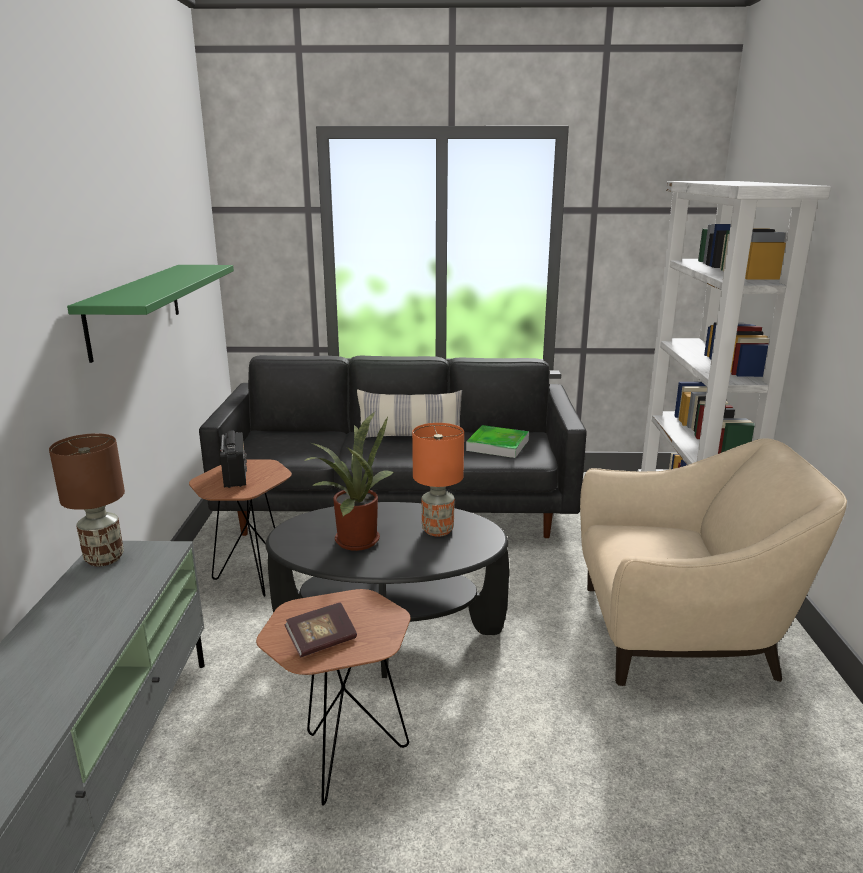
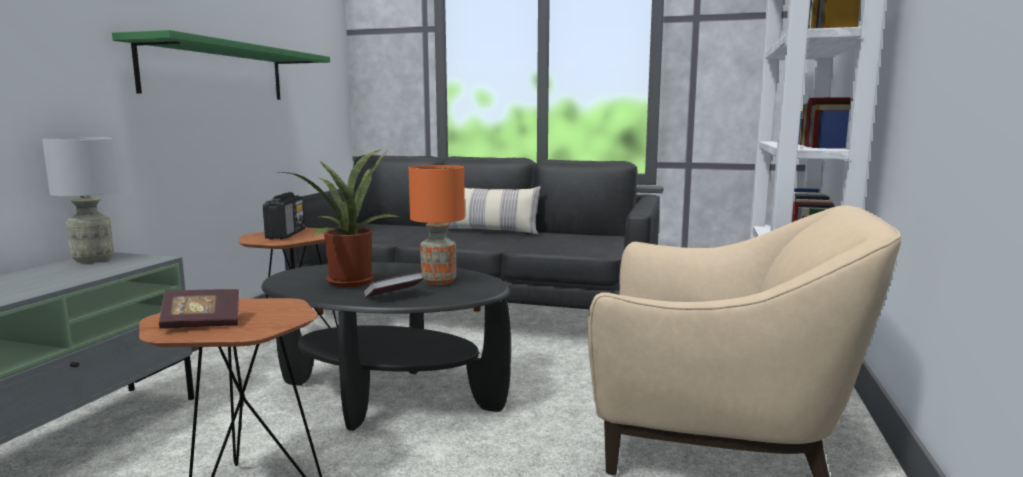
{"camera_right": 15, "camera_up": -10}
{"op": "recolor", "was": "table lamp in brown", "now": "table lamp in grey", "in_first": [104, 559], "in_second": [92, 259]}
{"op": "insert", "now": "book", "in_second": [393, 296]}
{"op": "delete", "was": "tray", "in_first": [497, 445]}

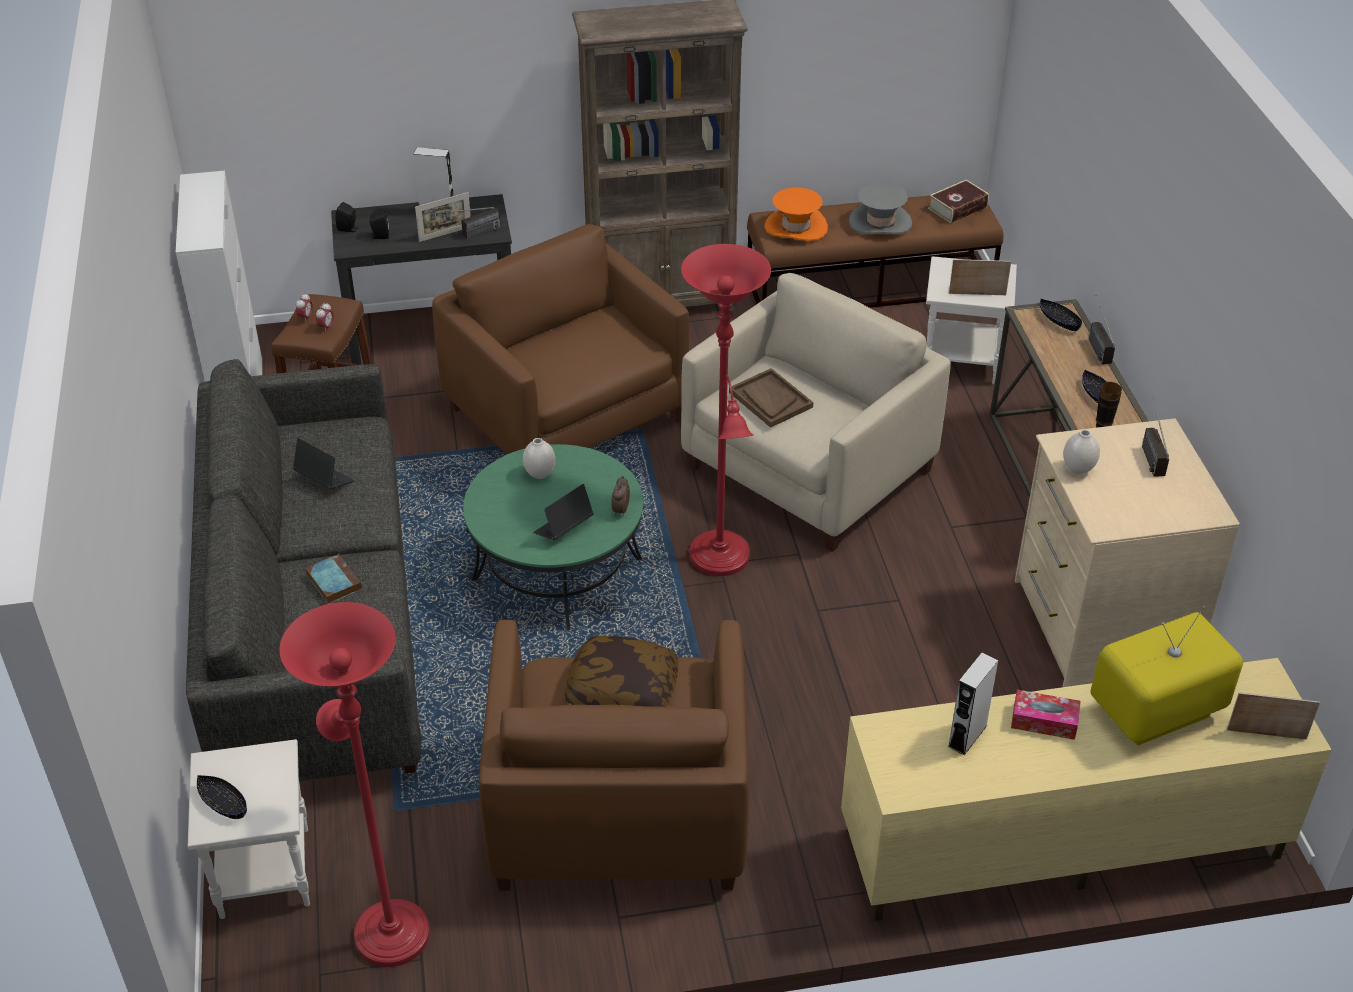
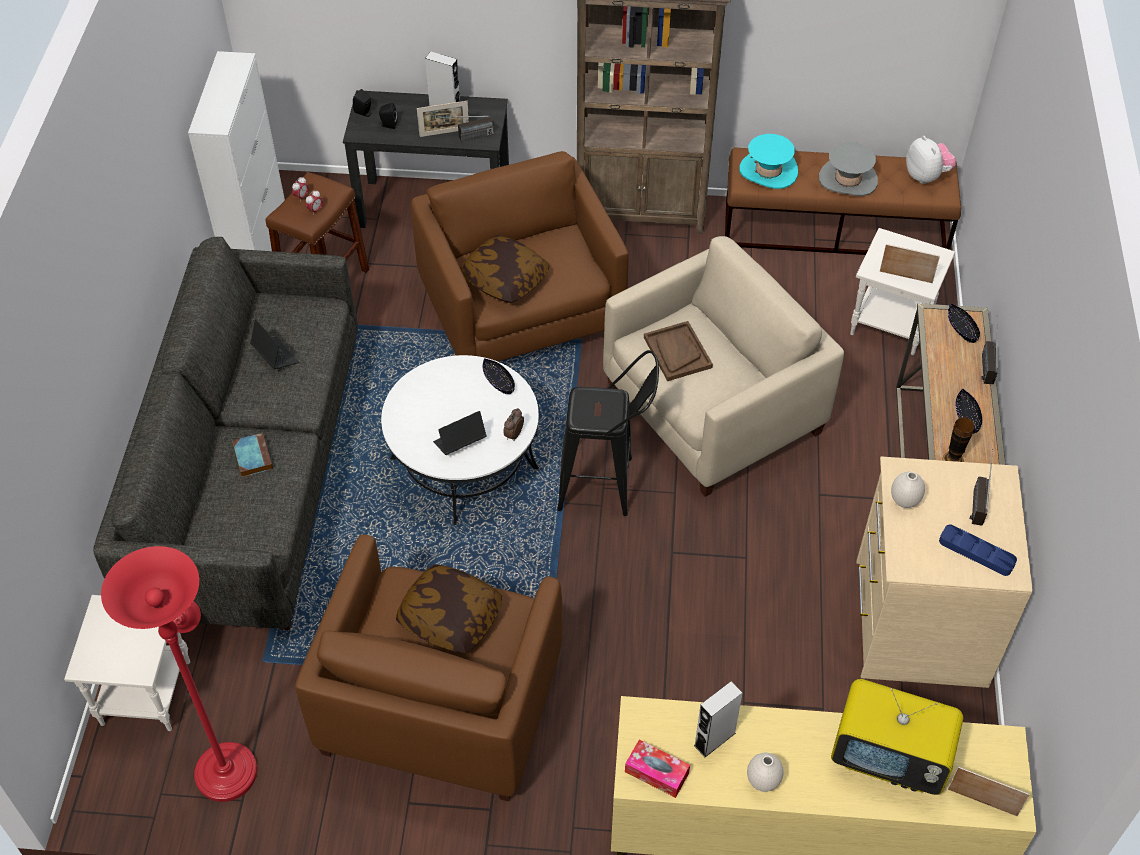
{"camera_right": 15, "camera_up": 10}
{"op": "recolor", "was": "coffee table in green", "now": "coffee table in white", "in_first": [557, 570], "in_second": [464, 464]}
{"op": "insert", "now": "pillow", "in_second": [504, 279]}
{"op": "move", "was": "bowl in black", "in_first": [223, 803], "in_second": [498, 381]}
{"op": "replace", "was": "floor lamp in red", "now": "stool in black", "in_first": [721, 561], "in_second": [605, 485]}
{"op": "move", "was": "tissue box", "in_first": [1044, 721], "in_second": [656, 772]}
{"op": "recolor", "was": "hat in orange", "now": "hat in turquoise", "in_first": [795, 227], "in_second": [768, 171]}
{"op": "move", "was": "vase in white", "in_first": [539, 474], "in_second": [762, 782]}
{"op": "rotate", "was": "television", "in_first": [1156, 714], "in_second": [890, 757], "clockwise": -150}
{"op": "replace", "was": "book", "now": "plush toy", "in_first": [957, 208], "in_second": [926, 176]}
{"op": "insert", "now": "tray in blue", "in_second": [976, 552]}

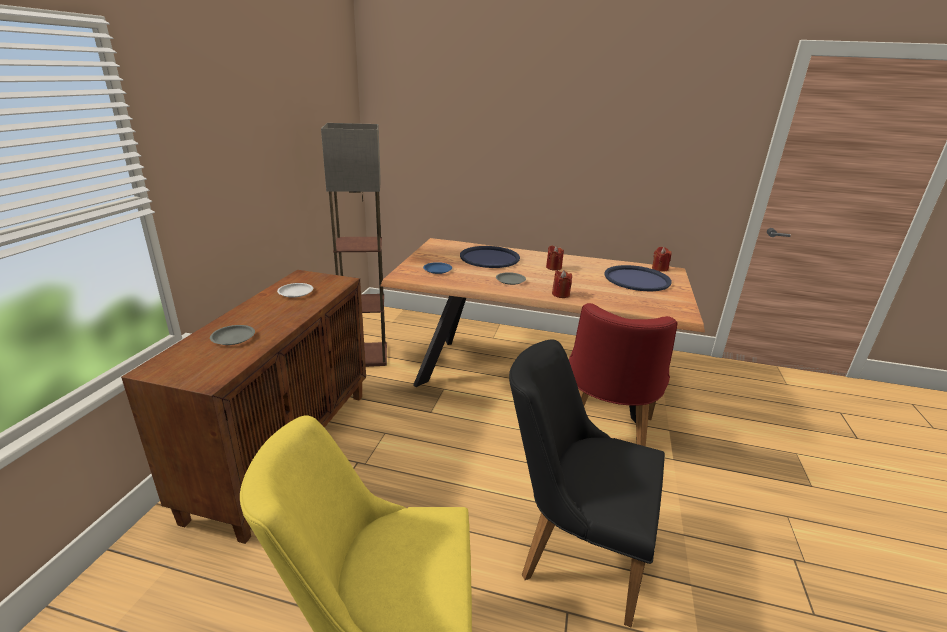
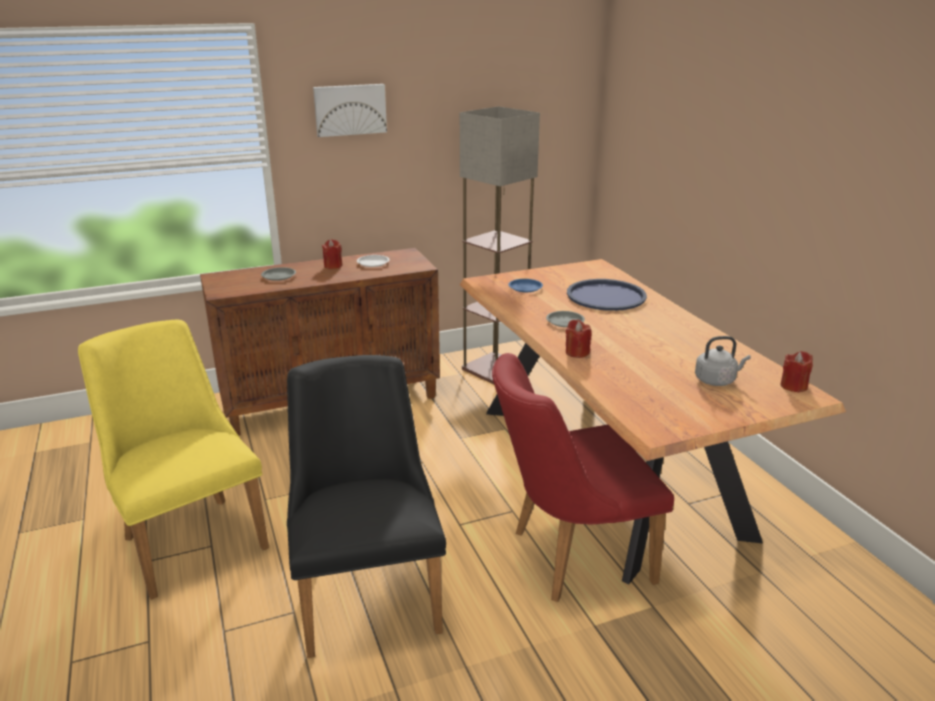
{"camera_right": 55, "camera_up": 0}
{"op": "insert", "now": "picture", "in_second": [350, 109]}
{"op": "move", "was": "candle in red", "in_first": [553, 267], "in_second": [333, 266]}
{"op": "replace", "was": "tray in blue", "now": "kettle in grey", "in_first": [636, 279], "in_second": [717, 380]}

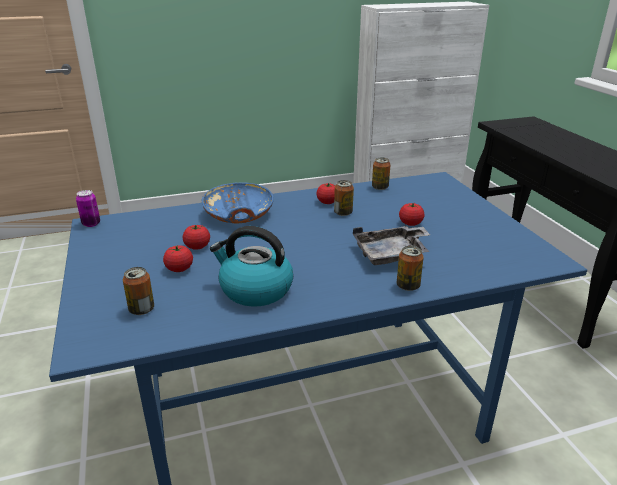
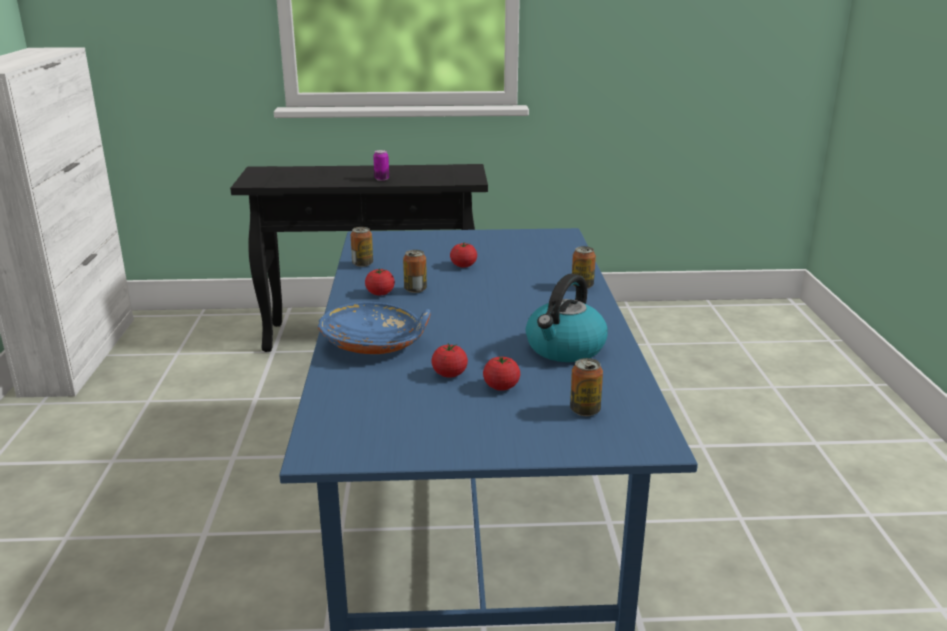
{"camera_right": -75, "camera_up": -5}
{"op": "move", "was": "can", "in_first": [91, 224], "in_second": [382, 179]}
{"op": "delete", "was": "tray in grey", "in_first": [391, 254]}

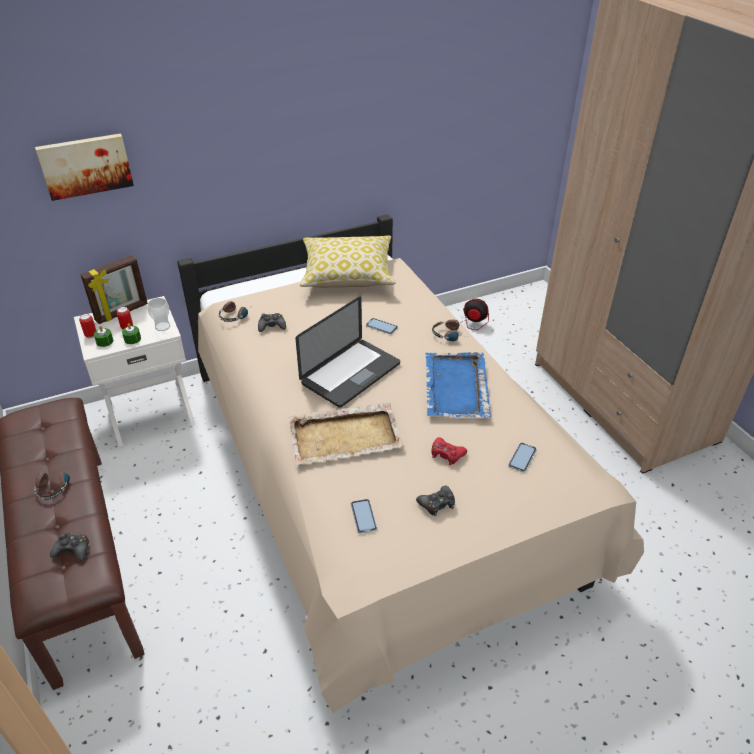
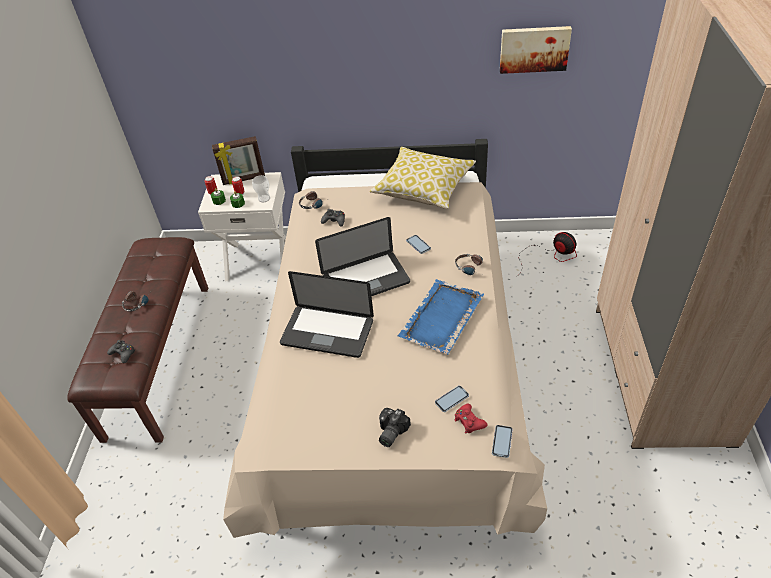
{"camera_right": 30, "camera_up": 5}
{"op": "replace", "was": "tray in beige", "now": "laptop", "in_first": [346, 436], "in_second": [327, 332]}
{"op": "insert", "now": "photo camera", "in_second": [390, 432]}
{"op": "move", "was": "game controller in red", "in_first": [447, 454], "in_second": [469, 421]}
{"op": "move", "was": "phone", "in_first": [363, 517], "in_second": [502, 441]}
{"op": "move", "was": "picture", "in_first": [85, 165], "in_second": [534, 49]}
{"op": "delete", "was": "game controller in black", "in_first": [437, 504]}

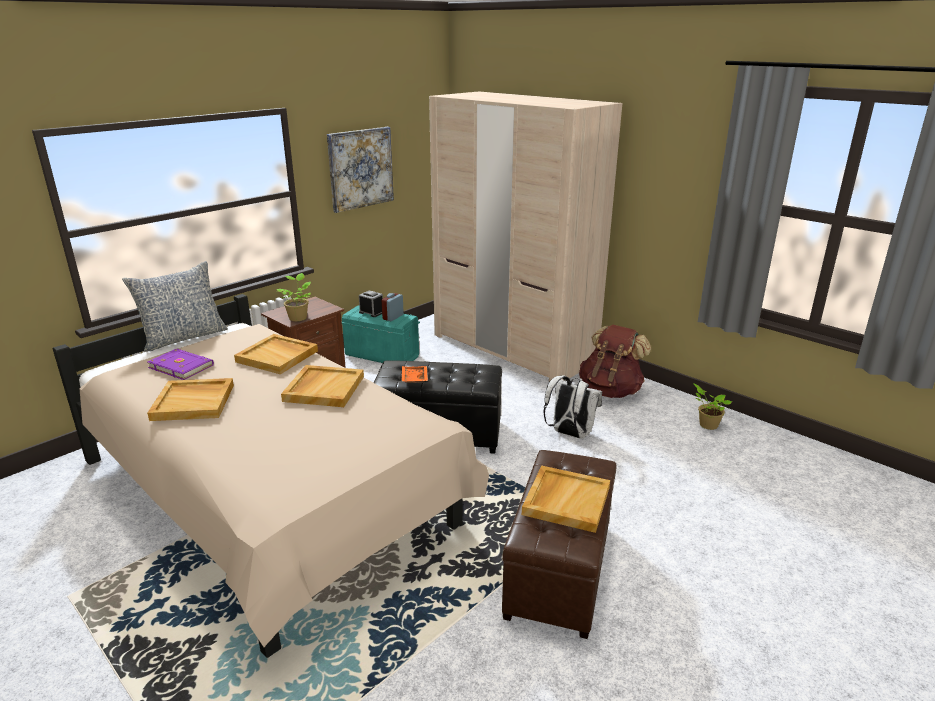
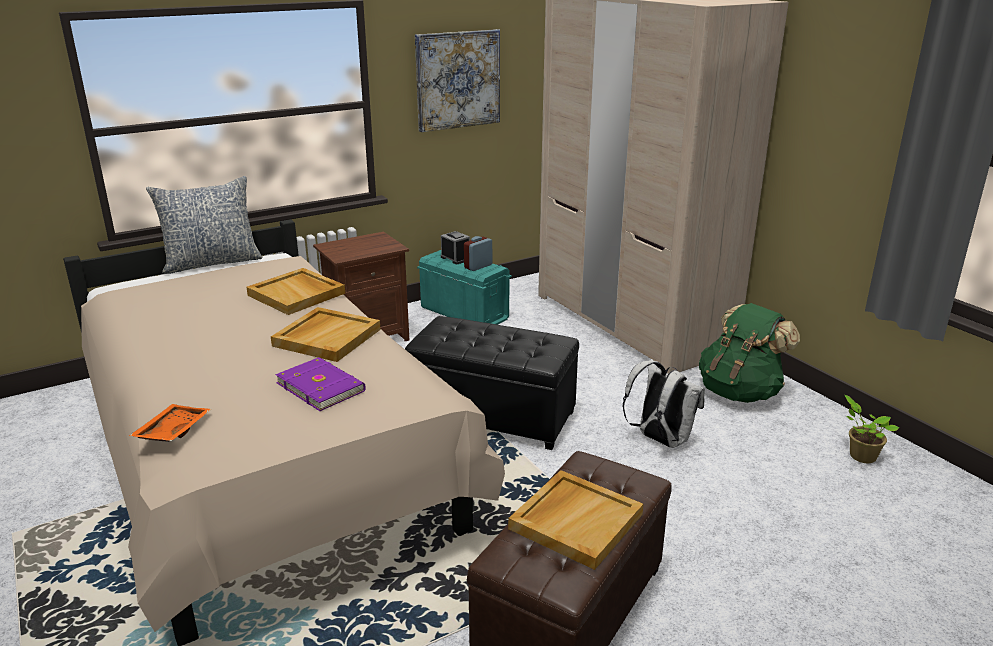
{"camera_right": 15, "camera_up": 0}
{"op": "move", "was": "tray in orange", "in_first": [413, 379], "in_second": [172, 431]}
{"op": "move", "was": "book in purple", "in_first": [181, 366], "in_second": [321, 386]}
{"op": "recolor", "was": "backpack in brown", "now": "backpack in green", "in_first": [610, 390], "in_second": [740, 392]}
{"op": "delete", "was": "tray in beige", "in_first": [194, 402]}
{"op": "delete", "was": "potted plant", "in_first": [298, 317]}

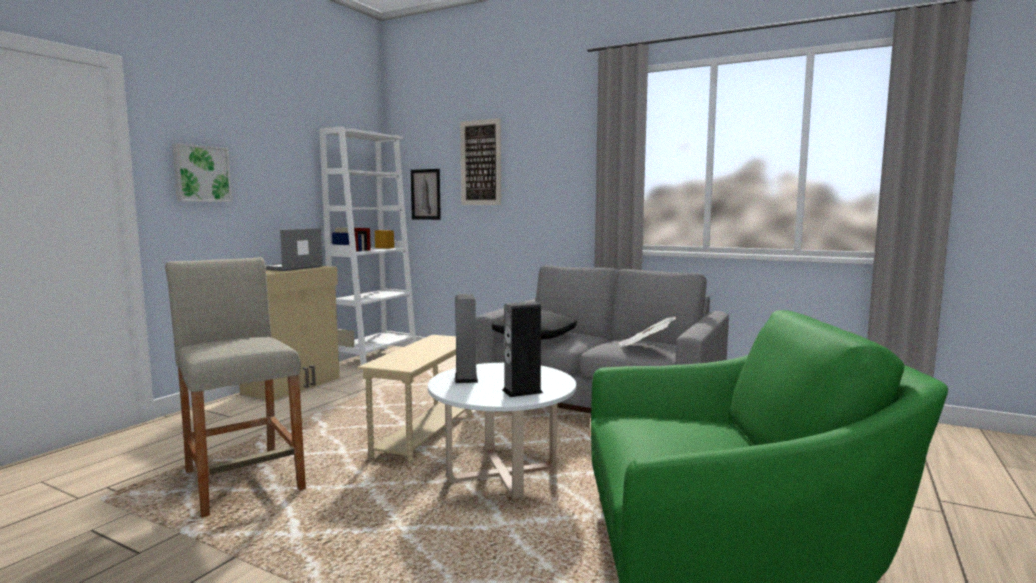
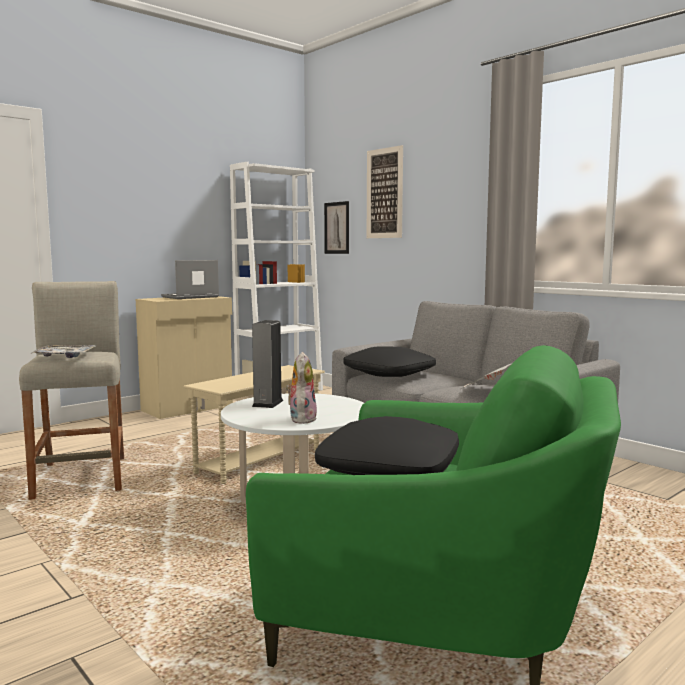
{"camera_right": 20, "camera_up": 0}
{"op": "insert", "now": "tray", "in_second": [65, 356]}
{"op": "replace", "was": "speaker", "now": "plush toy", "in_first": [522, 391], "in_second": [301, 419]}
{"op": "insert", "now": "pillow in black", "in_second": [390, 467]}
{"op": "delete", "was": "picture", "in_first": [201, 174]}

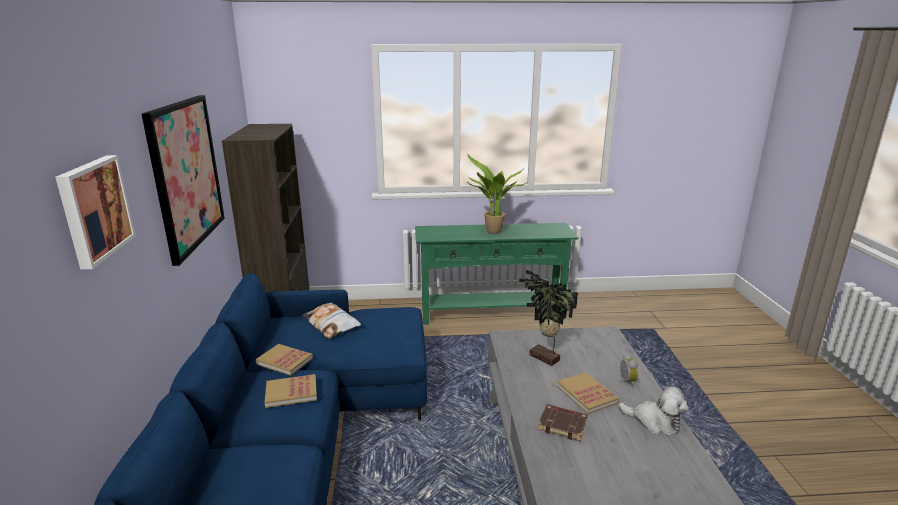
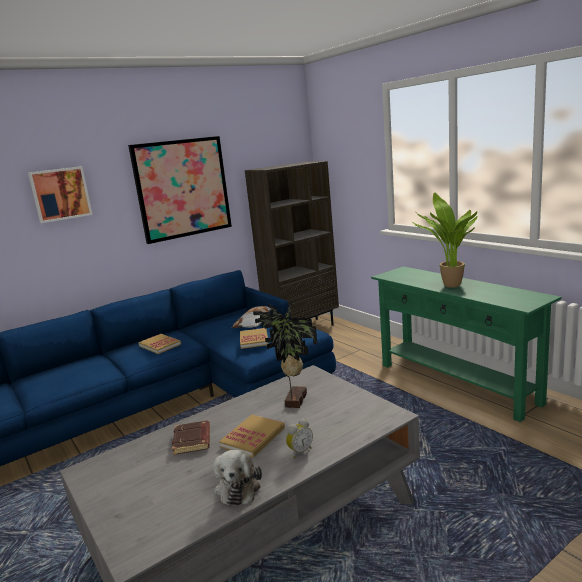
{"camera_right": 60, "camera_up": -5}
{"op": "move", "was": "book", "in_first": [284, 361], "in_second": [254, 340]}

